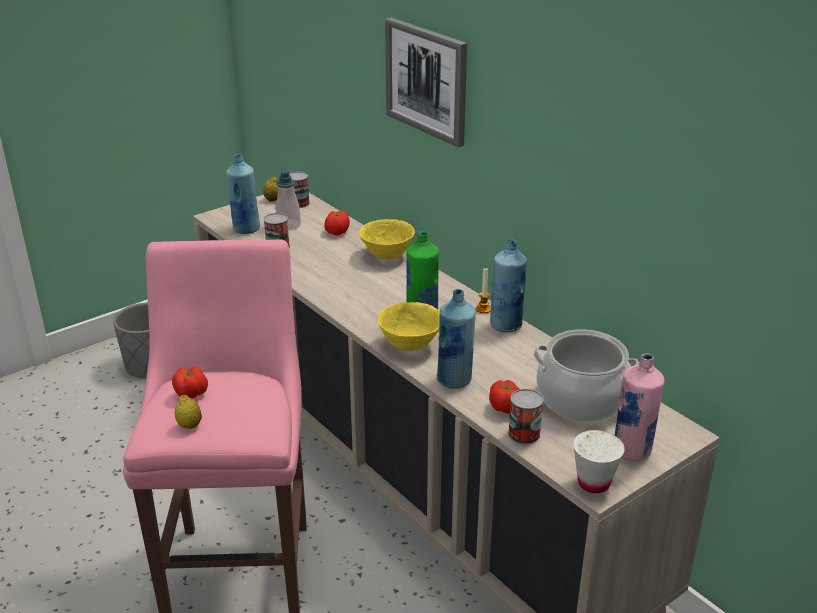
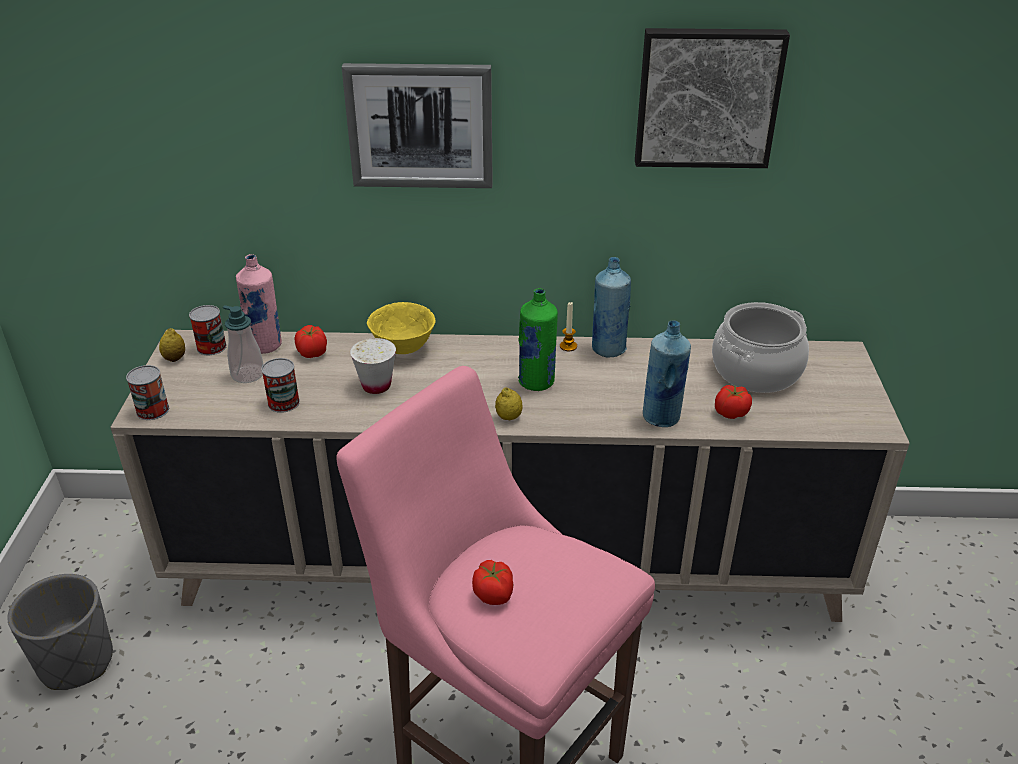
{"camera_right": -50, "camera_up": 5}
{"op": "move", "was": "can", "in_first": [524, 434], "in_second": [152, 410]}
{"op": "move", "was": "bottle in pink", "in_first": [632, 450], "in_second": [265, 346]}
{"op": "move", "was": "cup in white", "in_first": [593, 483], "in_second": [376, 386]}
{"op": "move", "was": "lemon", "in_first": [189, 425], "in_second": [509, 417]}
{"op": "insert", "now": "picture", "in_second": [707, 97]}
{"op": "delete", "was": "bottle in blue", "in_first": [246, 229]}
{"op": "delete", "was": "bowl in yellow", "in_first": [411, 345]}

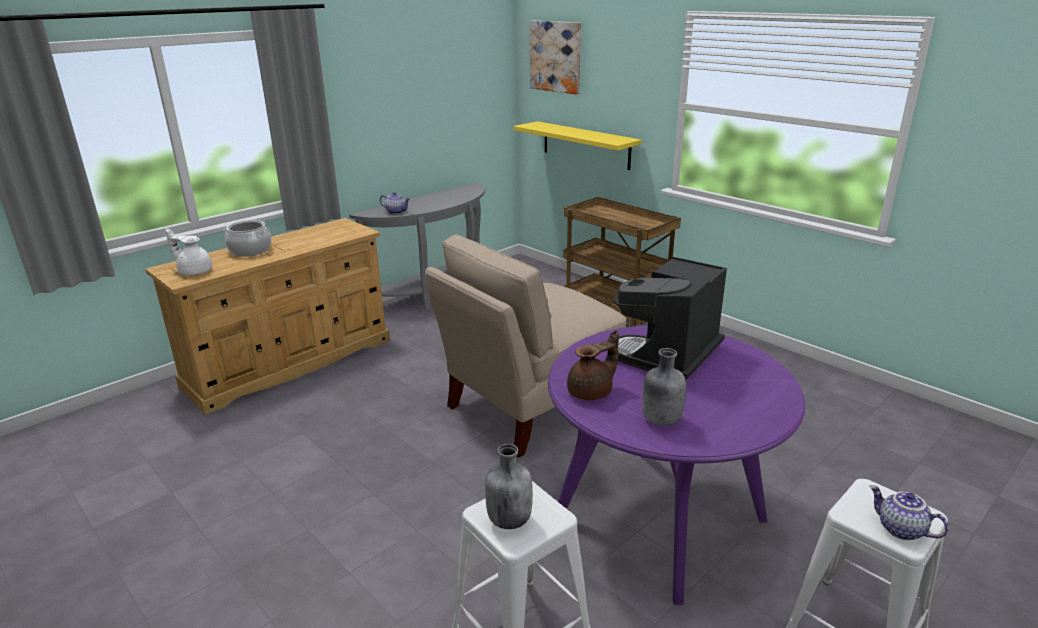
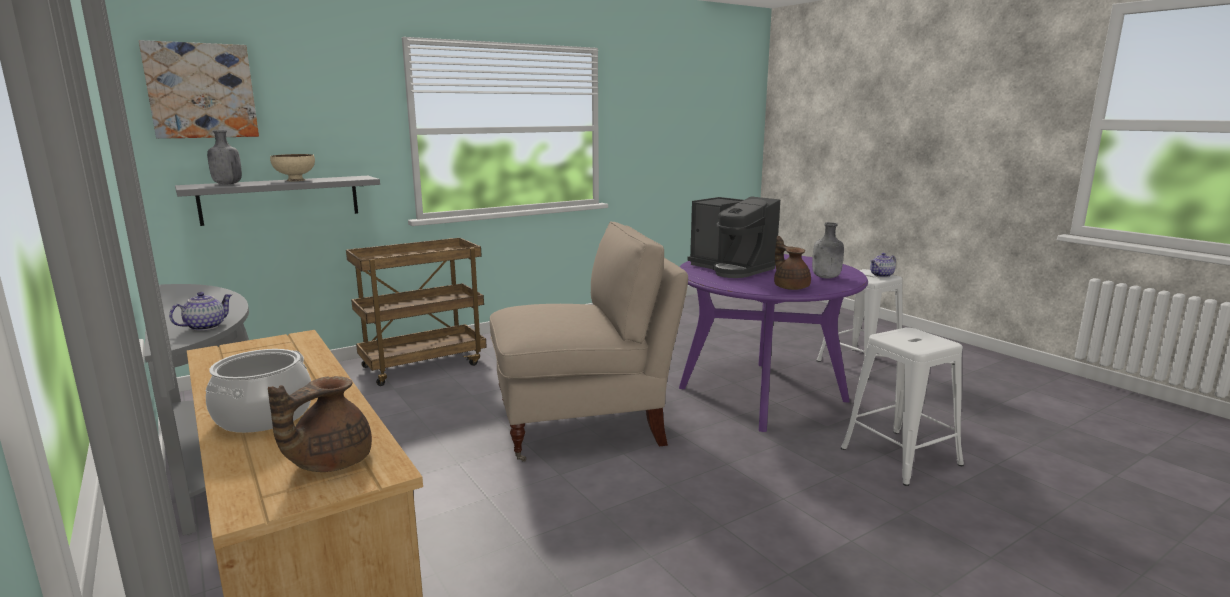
{"camera_right": -80, "camera_up": -10}
{"op": "recolor", "was": "shelf in yellow", "now": "shelf in grey", "in_first": [585, 145], "in_second": [281, 199]}
{"op": "move", "was": "bottle in grey", "in_first": [509, 519], "in_second": [227, 184]}
{"op": "recolor", "was": "teapot in white", "now": "teapot in brown", "in_first": [194, 271], "in_second": [329, 462]}
{"op": "insert", "now": "bowl in beige", "in_second": [295, 180]}
{"op": "rotate", "was": "chair in beige", "in_first": [529, 406], "in_second": [583, 425], "clockwise": -75}

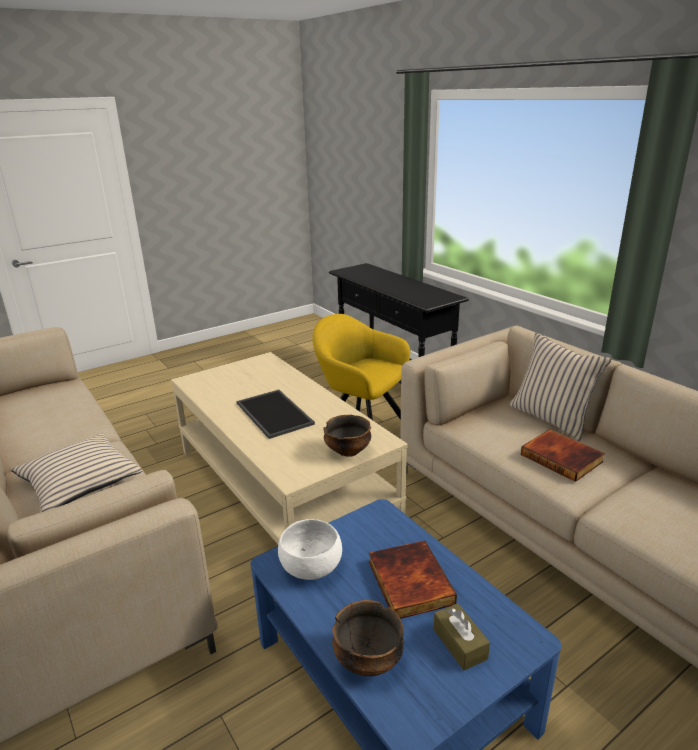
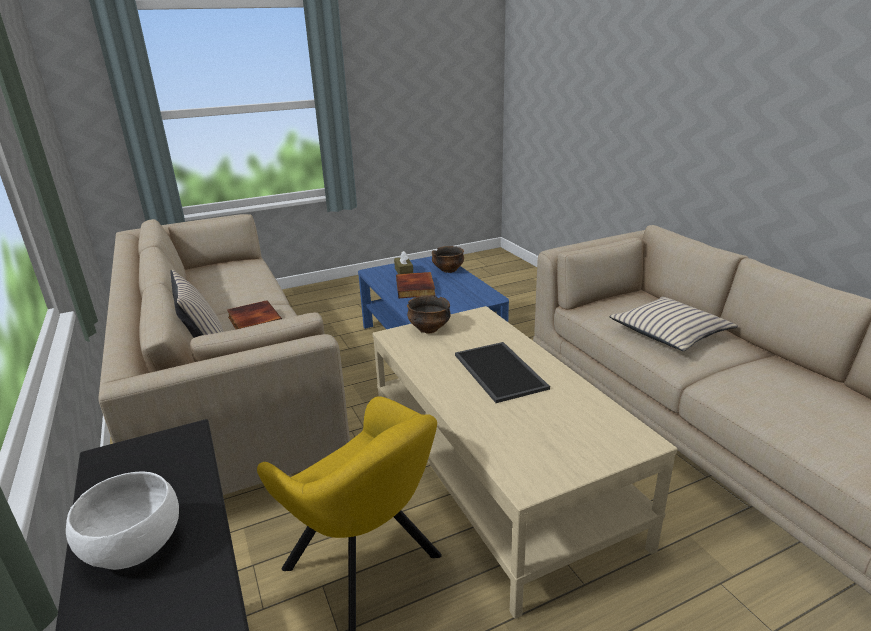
{"camera_right": -170, "camera_up": 0}
{"op": "move", "was": "bowl in white", "in_first": [311, 567], "in_second": [134, 545]}

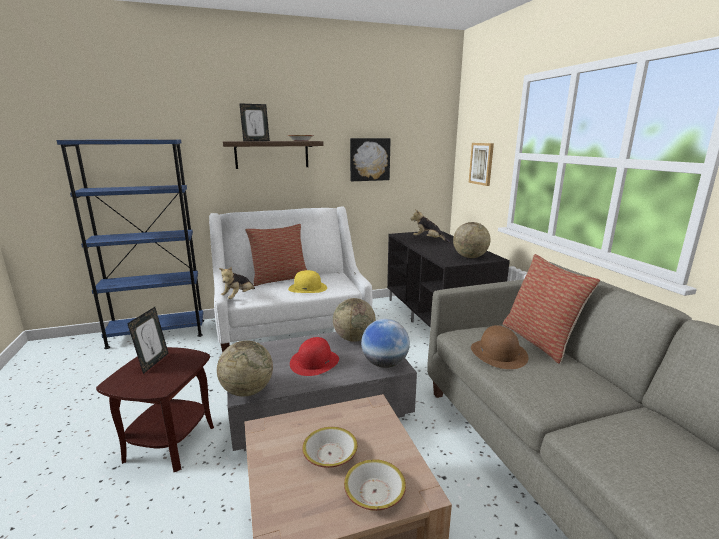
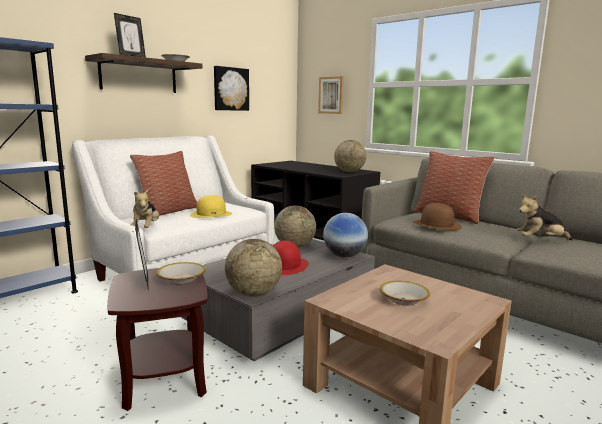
{"camera_right": -30, "camera_up": -5}
{"op": "move", "was": "bowl", "in_first": [374, 492], "in_second": [181, 279]}
{"op": "move", "was": "plush toy", "in_first": [428, 240], "in_second": [540, 240]}

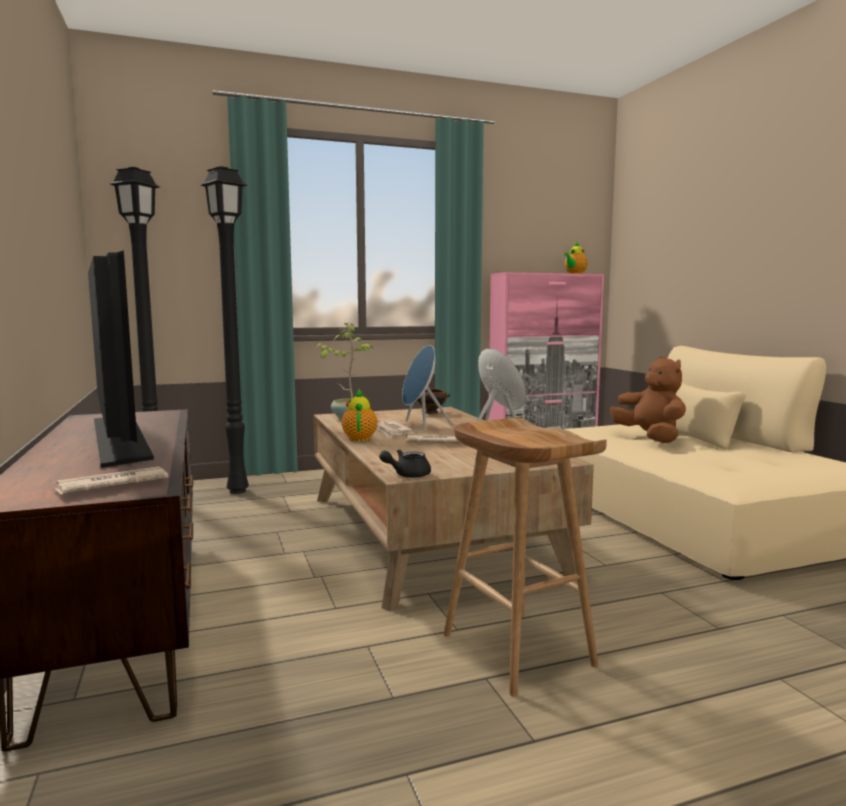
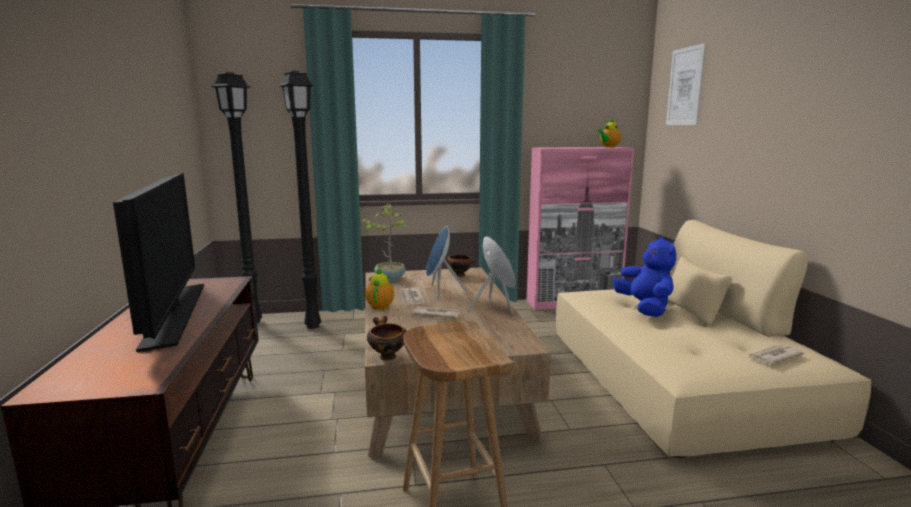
{"camera_right": 10, "camera_up": 5}
{"op": "replace", "was": "teapot in black", "now": "bowl", "in_first": [407, 475], "in_second": [387, 356]}
{"op": "recolor", "was": "plush toy in brown", "now": "plush toy in blue", "in_first": [650, 438], "in_second": [645, 308]}
{"op": "insert", "now": "picture", "in_second": [685, 86]}
{"op": "move", "was": "newspaper", "in_first": [111, 485], "in_second": [773, 357]}

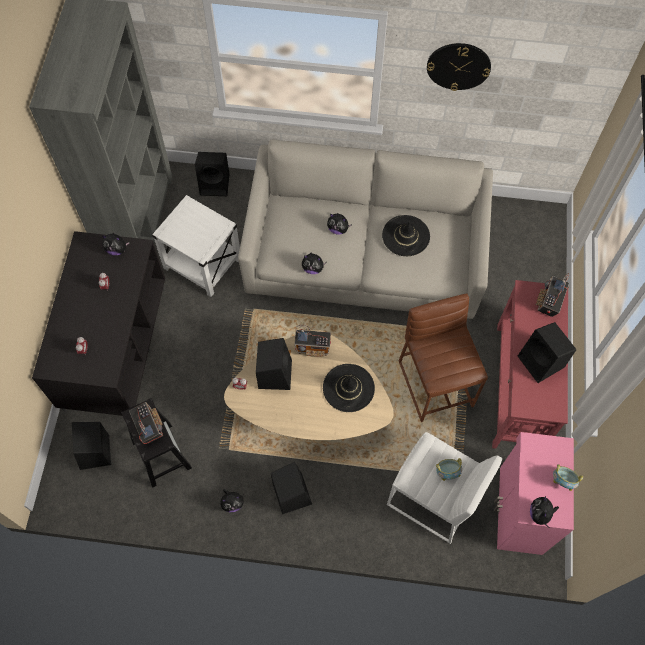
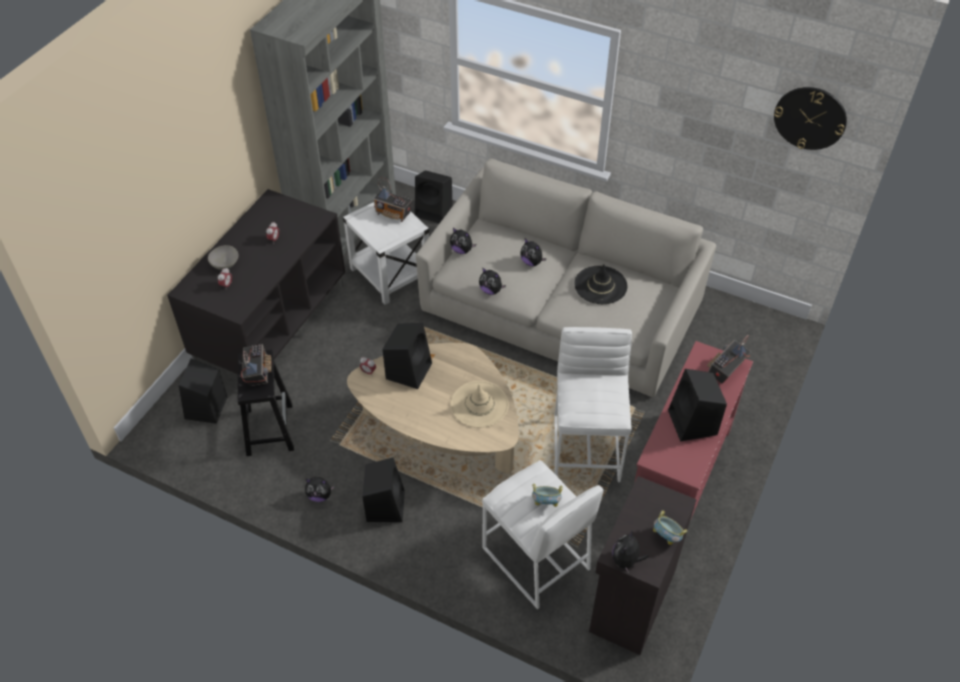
{"camera_right": 20, "camera_up": -15}
{"op": "insert", "now": "bowl in grey", "in_second": [224, 264]}
{"op": "move", "was": "radio", "in_first": [313, 347], "in_second": [393, 214]}
{"op": "move", "was": "plush toy", "in_first": [117, 249], "in_second": [462, 250]}
{"op": "recolor", "was": "hat in black", "now": "hat in beige", "in_first": [348, 388], "in_second": [479, 404]}
{"op": "recolor", "was": "stool in brown", "now": "stool in white", "in_first": [436, 382], "in_second": [587, 447]}
{"op": "recolor", "was": "cabinet in pink", "now": "cabinet in black", "in_first": [519, 510], "in_second": [630, 601]}
{"op": "move", "was": "wall clock", "in_first": [458, 66], "in_second": [810, 118]}

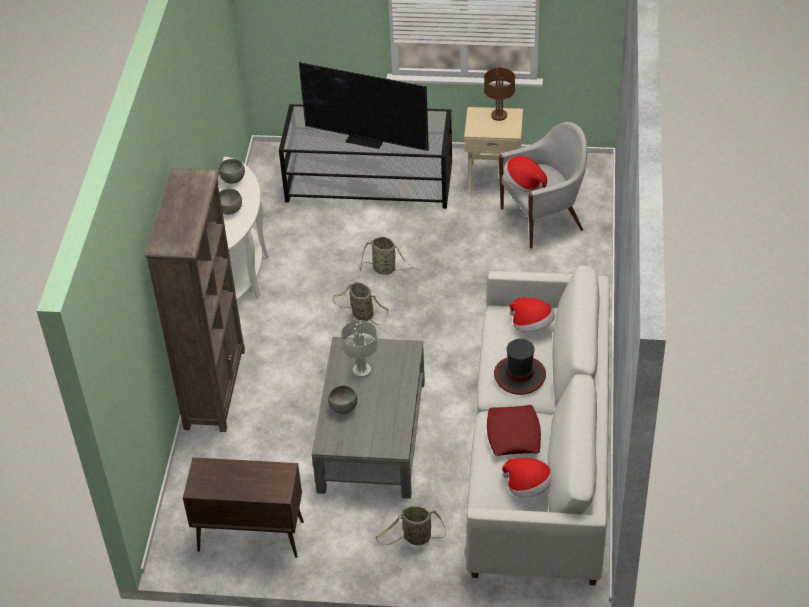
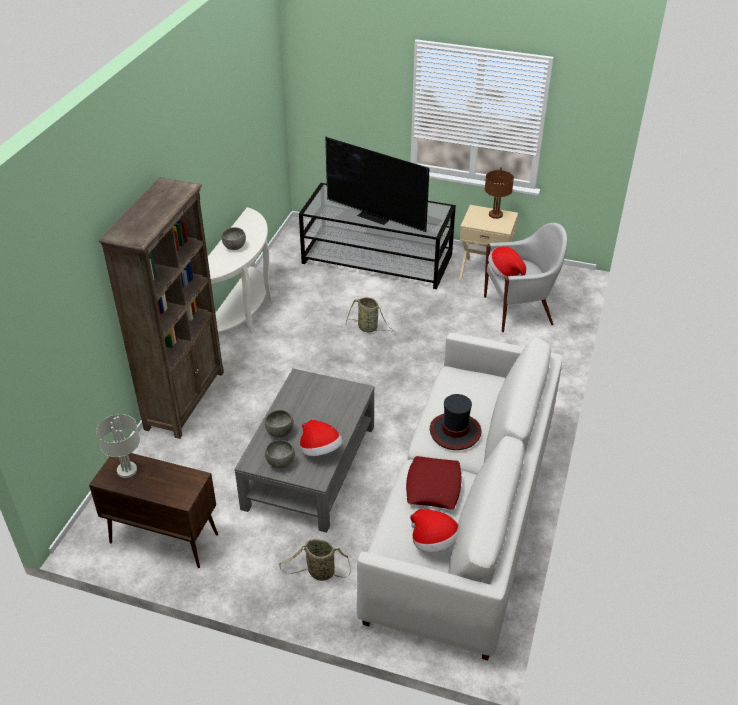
{"camera_right": 10, "camera_up": -5}
{"op": "move", "was": "table lamp in grey", "in_first": [362, 371], "in_second": [127, 471]}
{"op": "move", "was": "bowl in grey", "in_first": [233, 179], "in_second": [281, 463]}
{"op": "move", "was": "hat", "in_first": [532, 326], "in_second": [320, 450]}
{"op": "delete", "was": "basket", "in_first": [361, 314]}

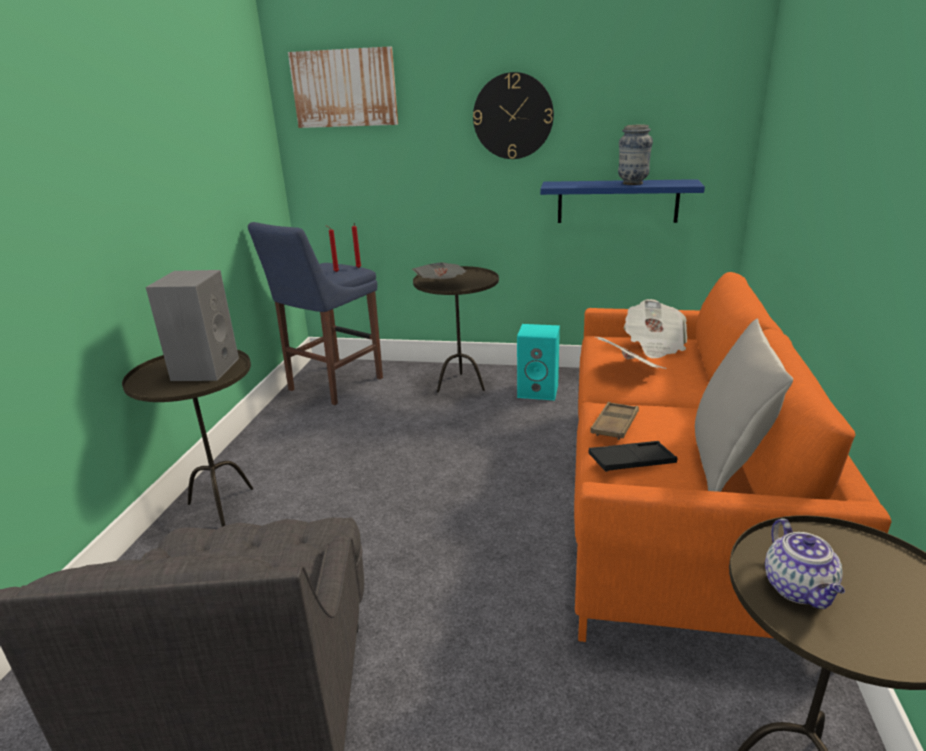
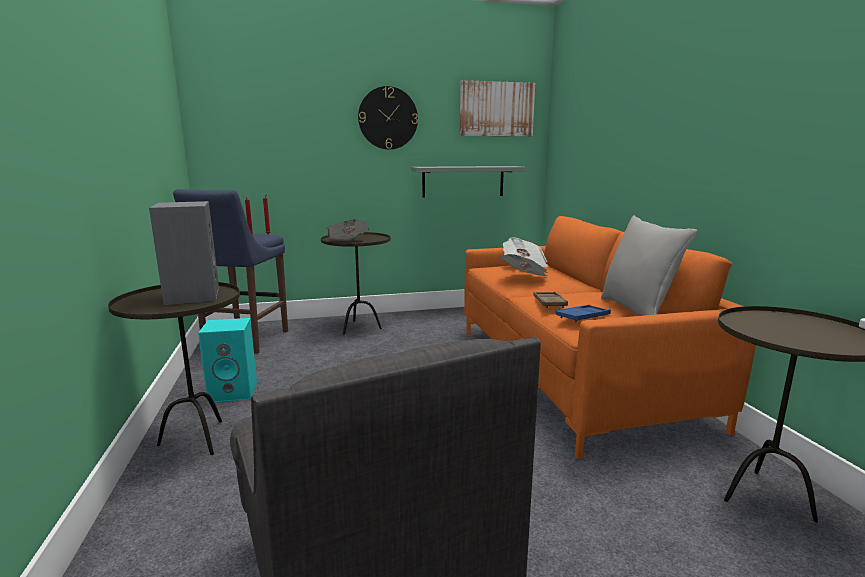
{"camera_right": -25, "camera_up": -10}
{"op": "move", "was": "speaker in turquoise", "in_first": [539, 391], "in_second": [234, 391]}
{"op": "recolor", "was": "shelf in blue", "now": "shelf in grey", "in_first": [617, 201], "in_second": [463, 181]}
{"op": "move", "was": "picture", "in_first": [344, 88], "in_second": [496, 109]}
{"op": "recolor", "was": "tray in black", "now": "tray in blue", "in_first": [631, 461], "in_second": [583, 317]}
{"op": "delete", "was": "vase", "in_first": [632, 183]}
{"op": "delete", "was": "teapot", "in_first": [799, 589]}

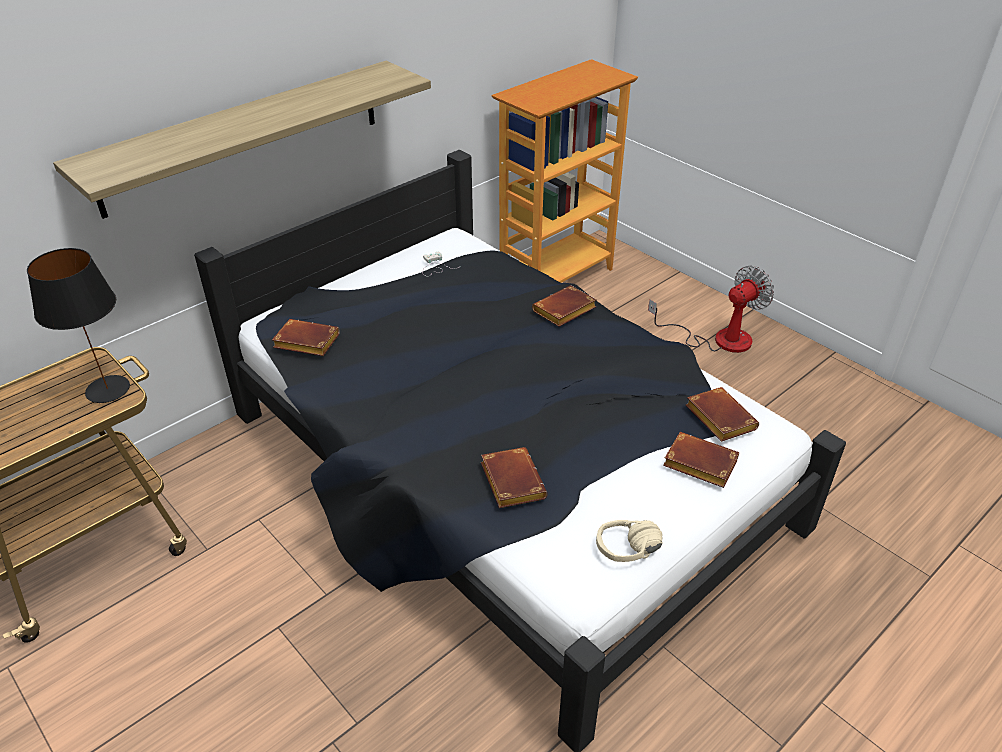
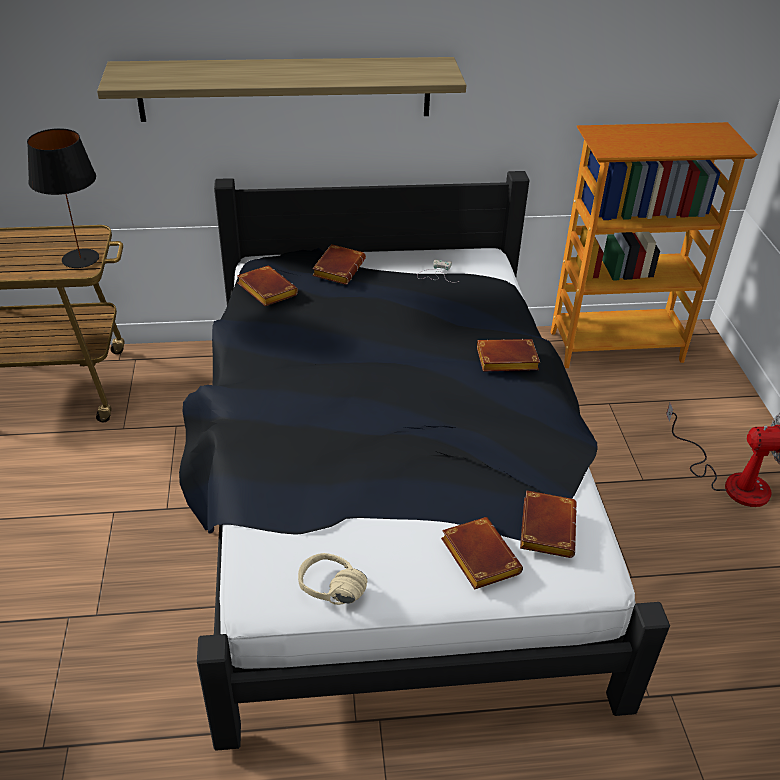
{"camera_right": 35, "camera_up": 0}
{"op": "move", "was": "book in brown", "in_first": [510, 481], "in_second": [338, 268]}

